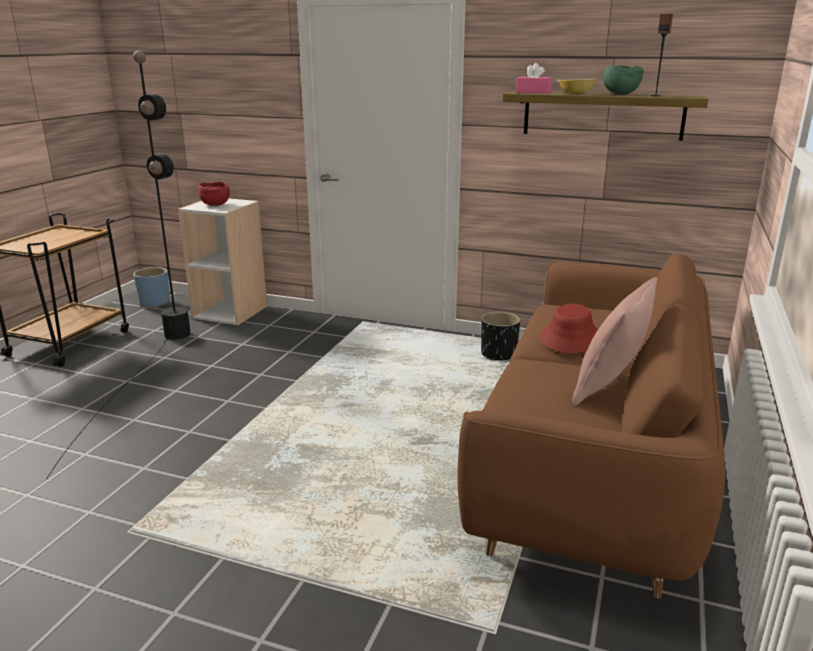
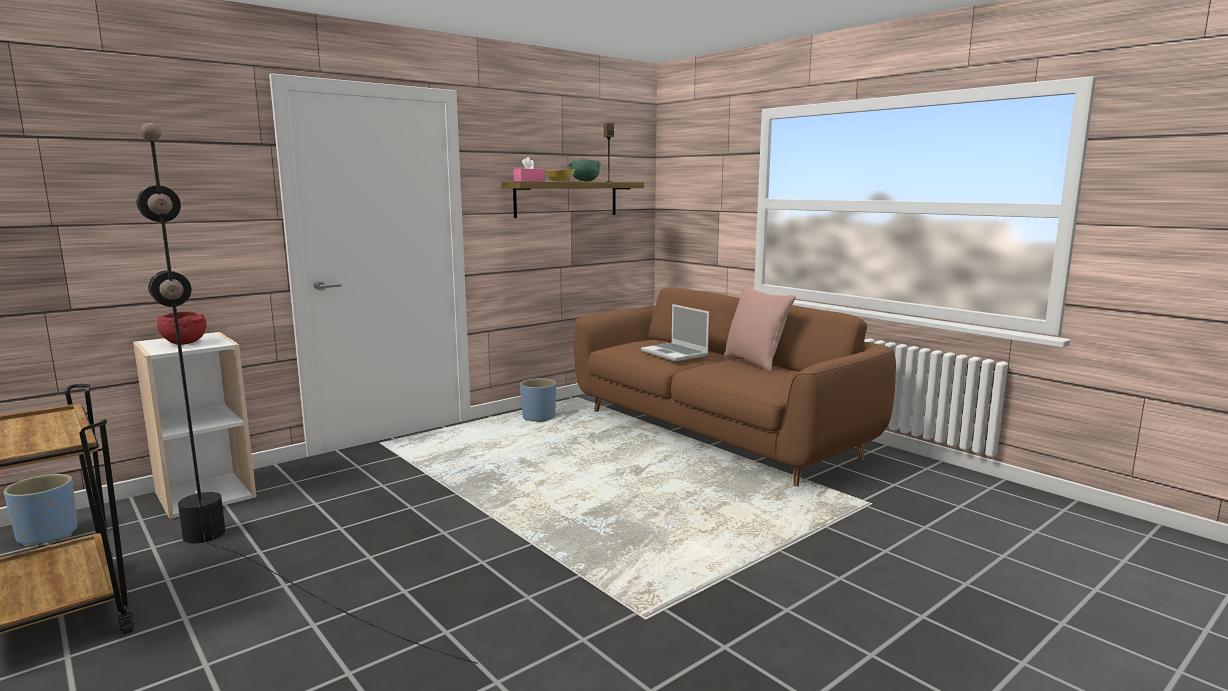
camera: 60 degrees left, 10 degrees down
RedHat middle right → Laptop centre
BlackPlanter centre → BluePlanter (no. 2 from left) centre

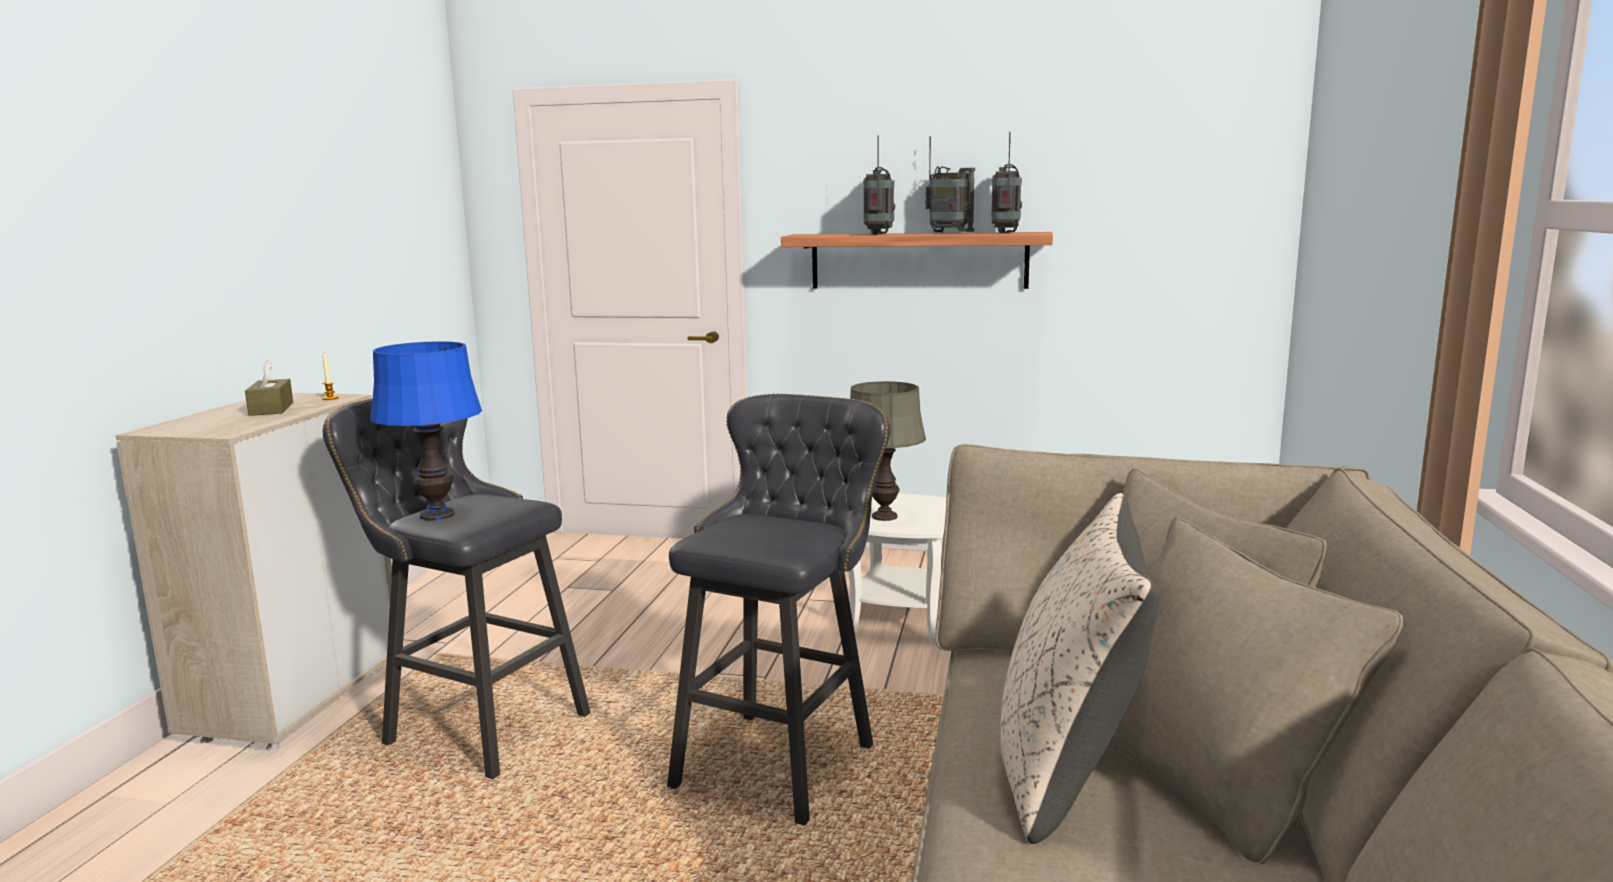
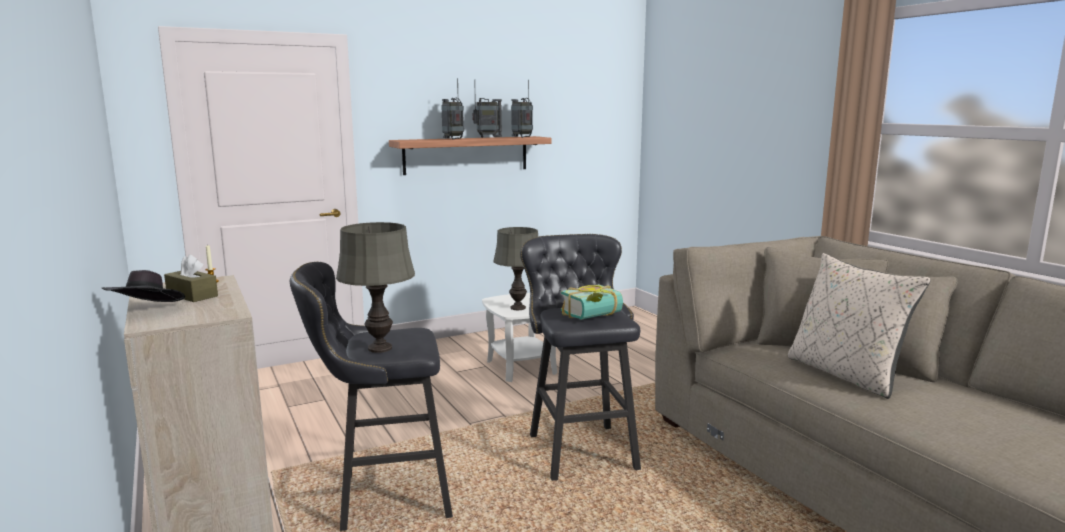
camera: 40 degrees left, 0 degrees up
- → BlackHat middle left
- → Book centre
BlueTableLamp middle left → GreyTableLamp (no. 1 from left) centre

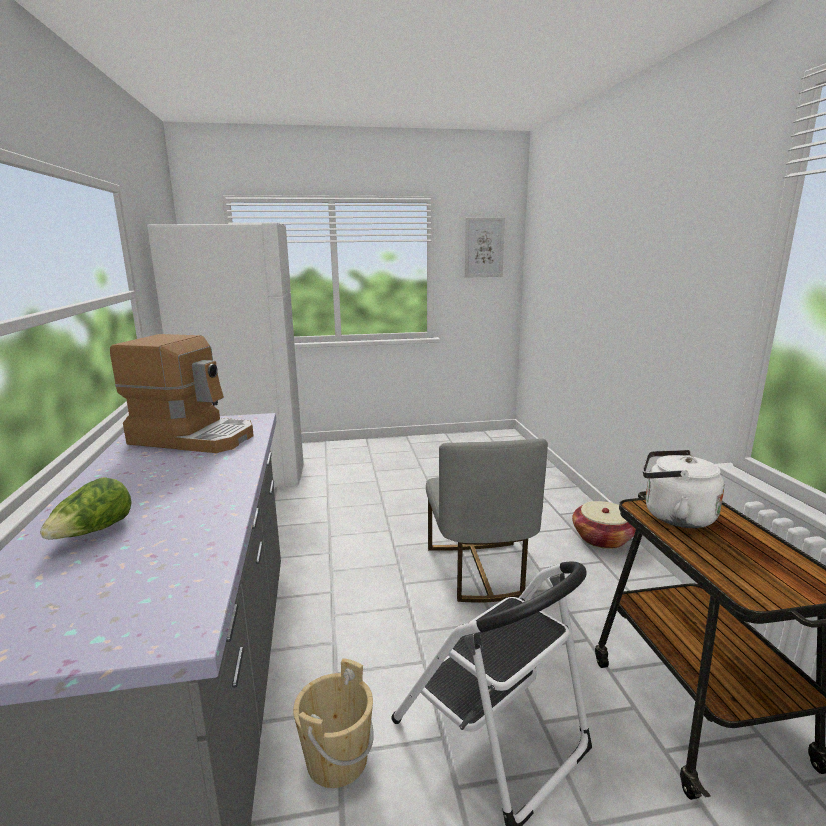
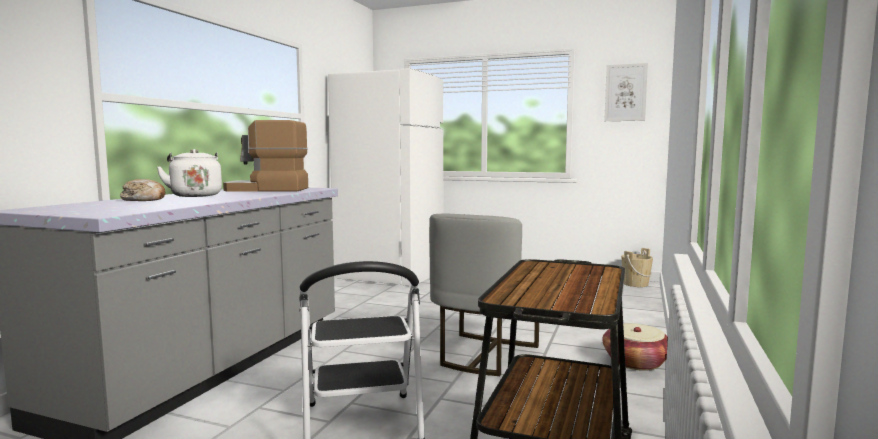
camera: 30 degrees right, 10 degrees down
BeigeBucket bottom centre → BeigeBucket middle right, relocated
WhiteKettle middle right → WhiteKettle middle left, relocated
Lettuce middle left → Bread middle left
CoffeeMachine middle left, 135 degrees clockwise

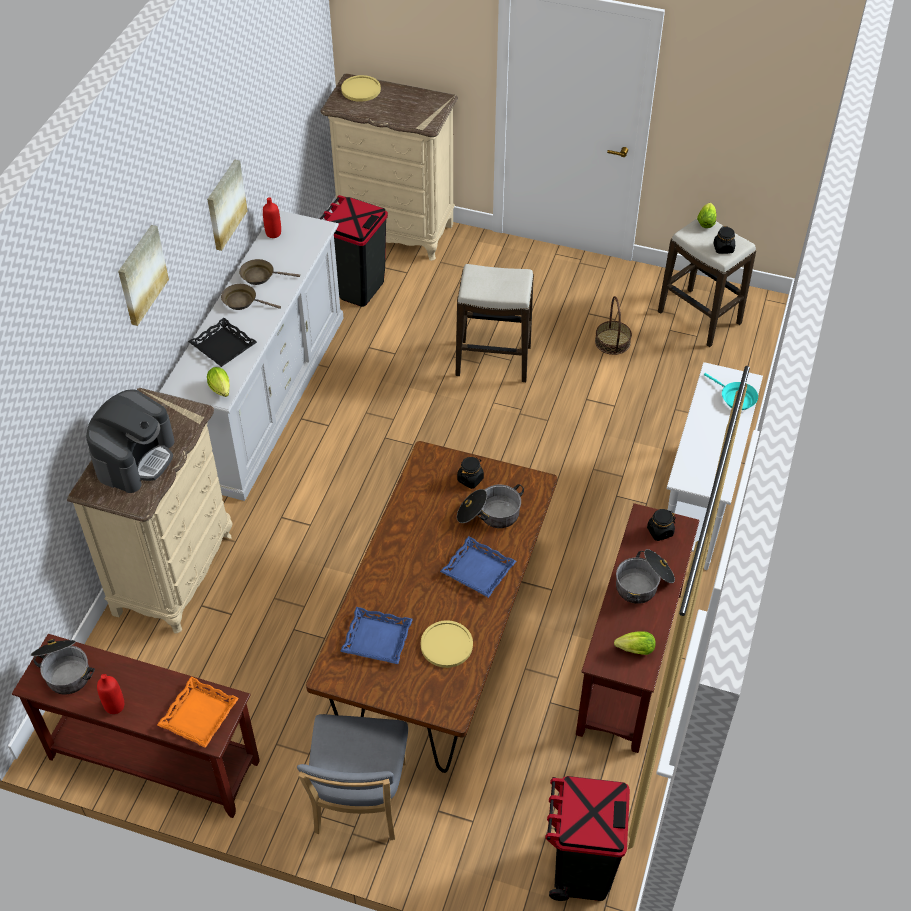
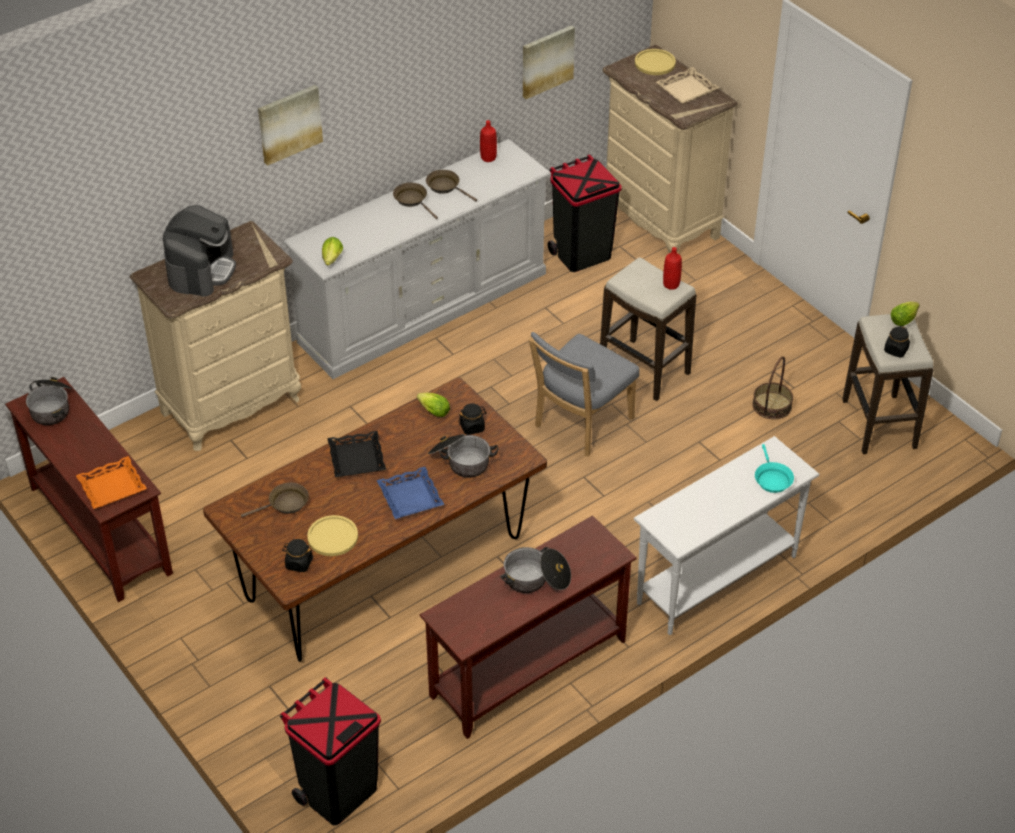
camera: 35 degrees right, 5 degrees down
- → BeigeTray top right
RedBottle (no. 1 from left in the first image) bottom left → RedBottle (no. 2 from left) top centre, relocated
BlackTray middle left → BlackTray centre, relocated
Picture (no. 2 from left) top left → Picture (no. 2 from left) top centre, relocated
GreyChair bottom centre → GreyChair centre, relocated
Lettuce (no. 2 from left) bottom right → Lettuce (no. 2 from left) centre, relocated
BlackJar (no. 2 from left in the first image) middle right → BlackJar (no. 1 from left) middle left, relocated
BlueTray (no. 1 from left) bottom centre → BrownFryingPan (no. 1 from left) middle left
CoffeeMachine middle left → CoffeeMachine top left, 45 degrees counterclockwise

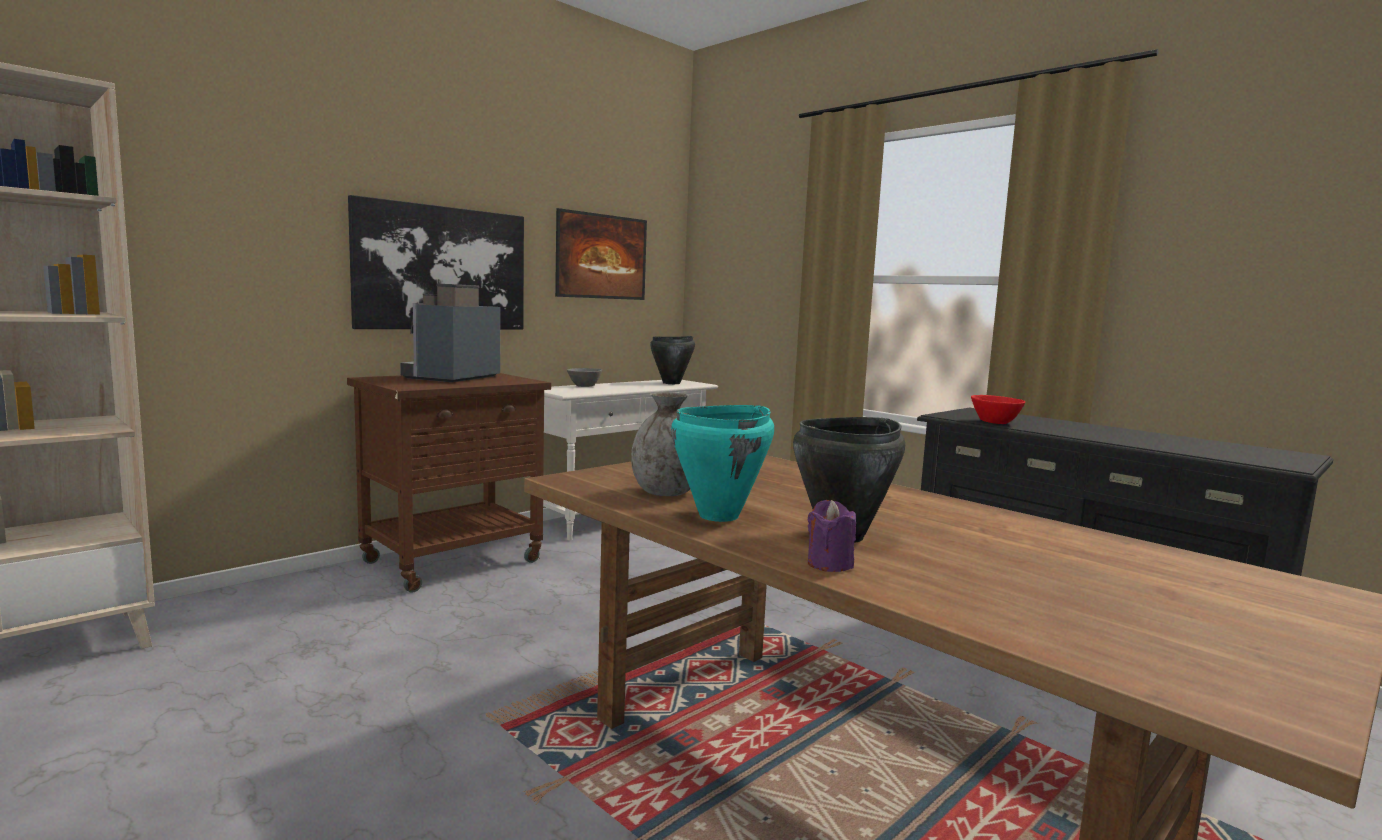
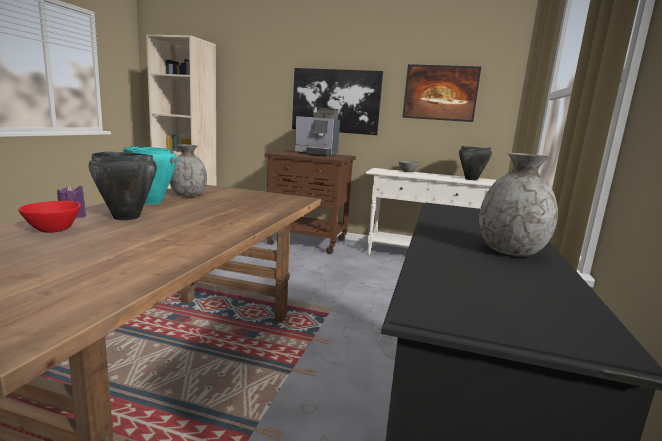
camera: 60 degrees right, 5 degrees up
- → GreyVase (no. 2 from left) middle right
RedBowl middle right → RedBowl middle left, relocated
CoffeeMachine middle left → CoffeeMachine top centre, 150 degrees counterclockwise

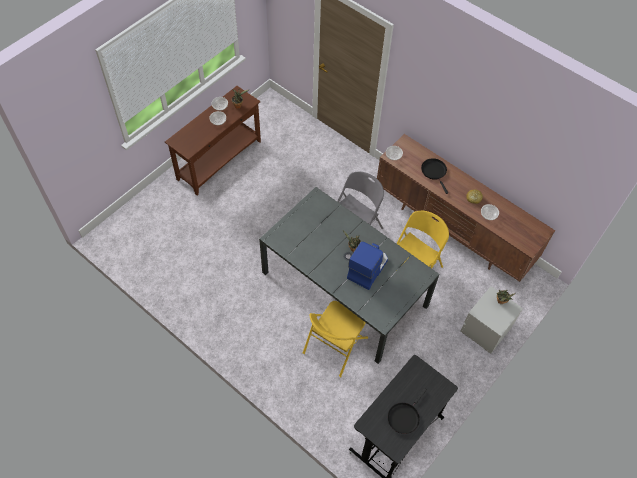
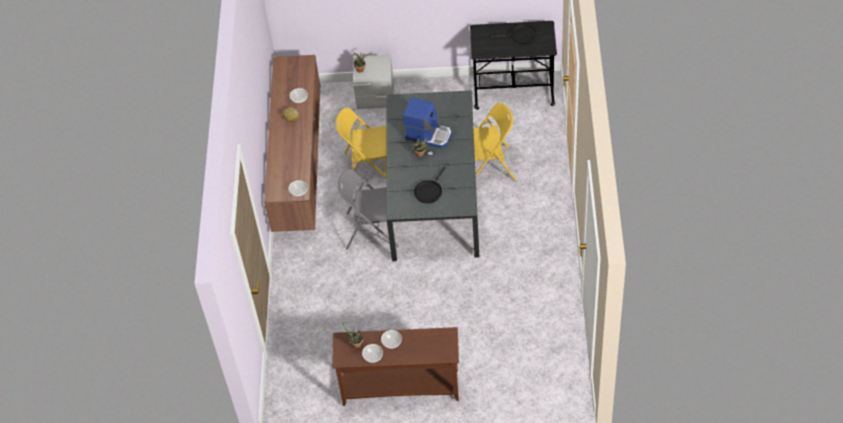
camera: 125 degrees left, 5 degrees down
BlackFryingPan (no. 2 from left in the first image) middle right → BlackFryingPan (no. 1 from left) centre, relocated
CoffeeMachine centre → CoffeeMachine top centre, 150 degrees counterclockwise

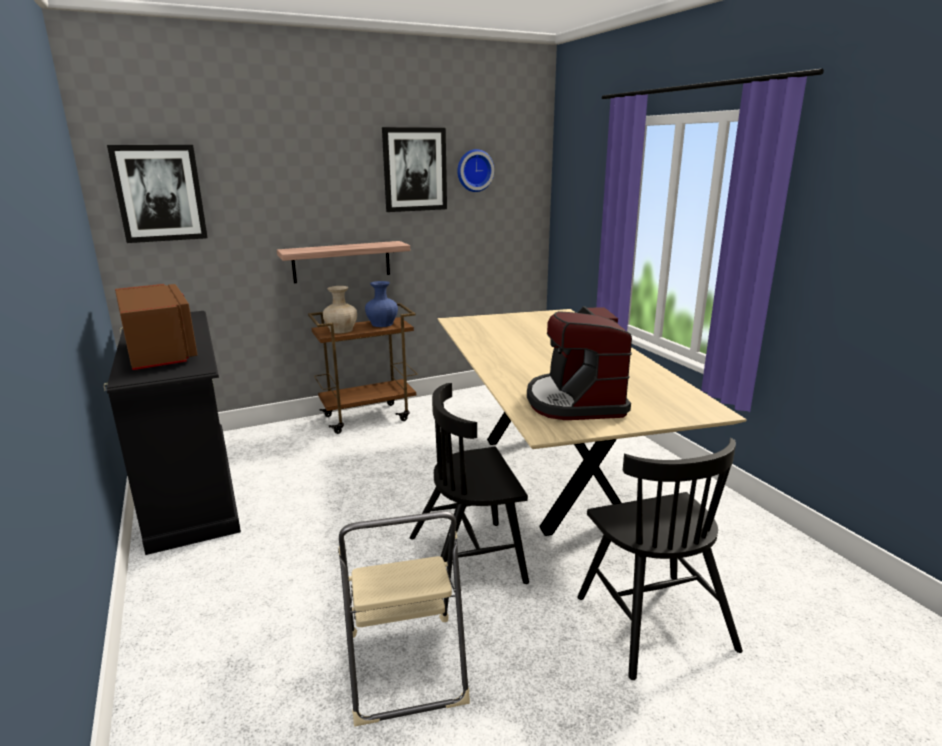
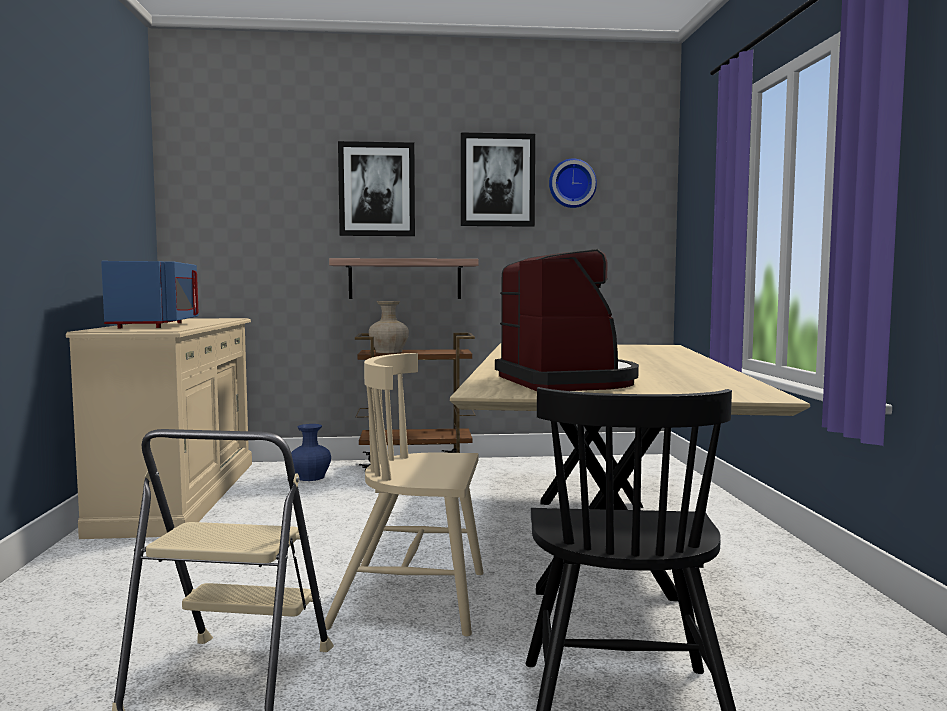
camera: 20 degrees right, 15 degrees down
Picture (no. 1 from left) top left → Picture (no. 1 from left) top centre, relocated
BlueVase centre → BlueVase middle left, relocated
BlackCabinet middle left → BeigeCabinet middle left
BrownMicrowave middle left → BlueMicrowave middle left
BlackChair (no. 1 from left) centre → BeigeChair bottom centre
CoffeeMachine centre, 150 degrees clockwise

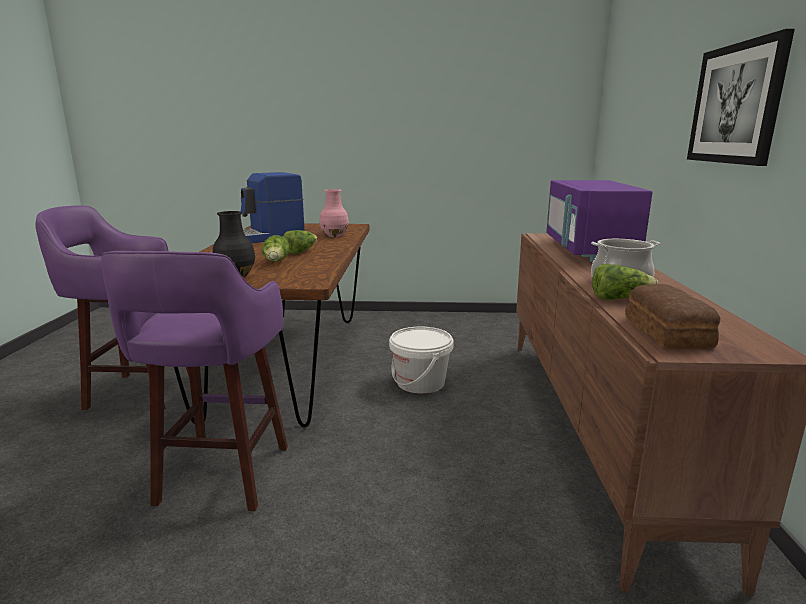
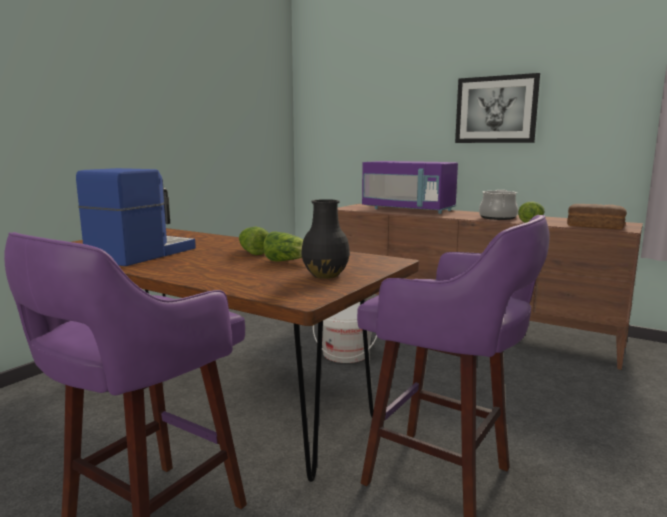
camera: 60 degrees left, 5 degrees down
PinkVase centre → -
CoffeeMachine centre → CoffeeMachine middle left, 150 degrees counterclockwise

